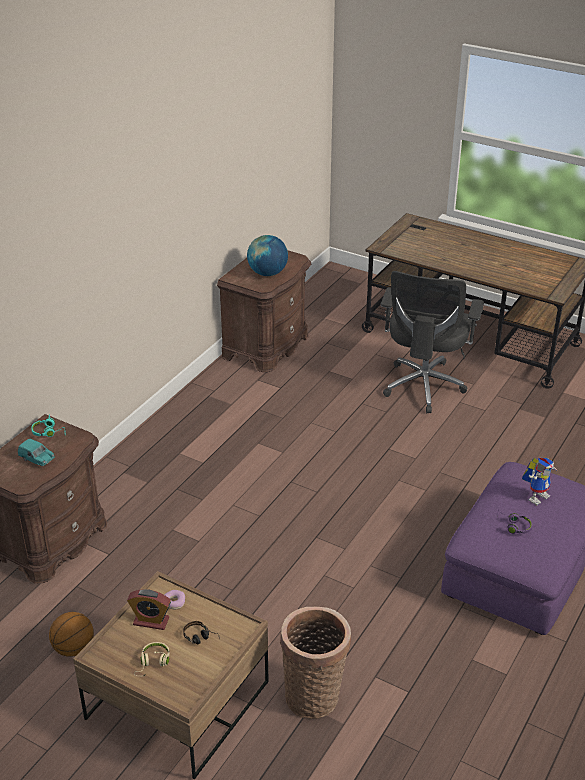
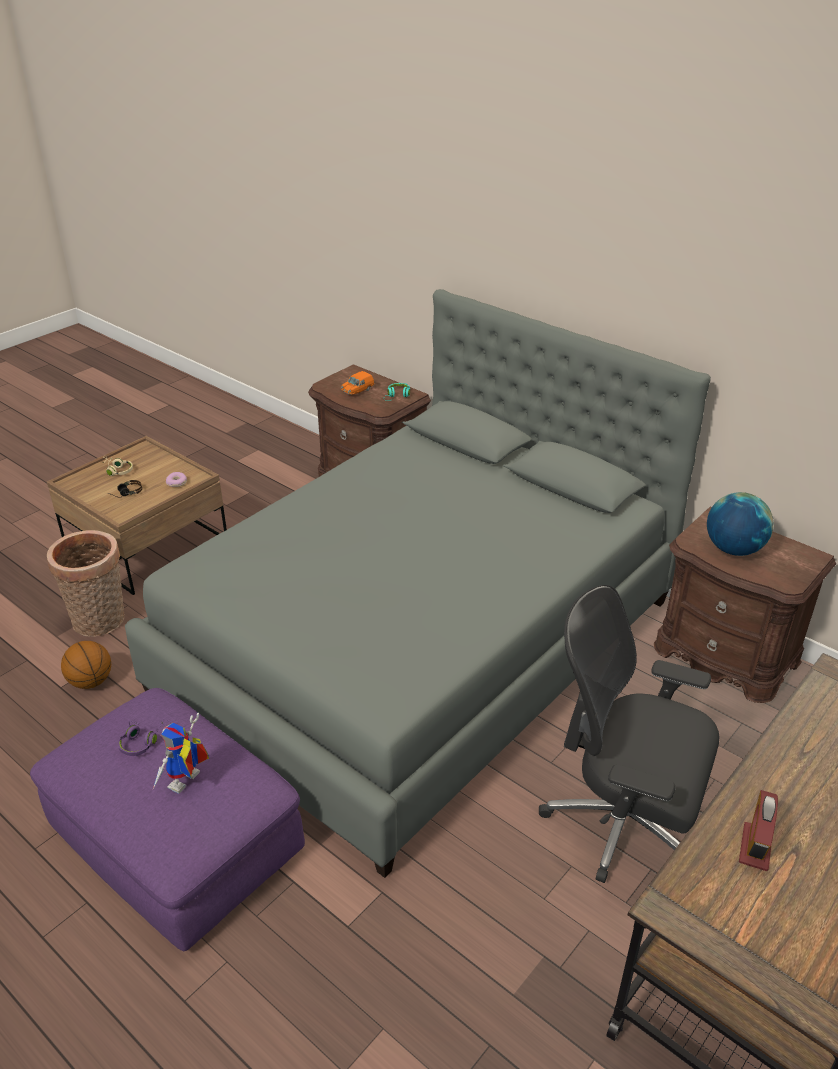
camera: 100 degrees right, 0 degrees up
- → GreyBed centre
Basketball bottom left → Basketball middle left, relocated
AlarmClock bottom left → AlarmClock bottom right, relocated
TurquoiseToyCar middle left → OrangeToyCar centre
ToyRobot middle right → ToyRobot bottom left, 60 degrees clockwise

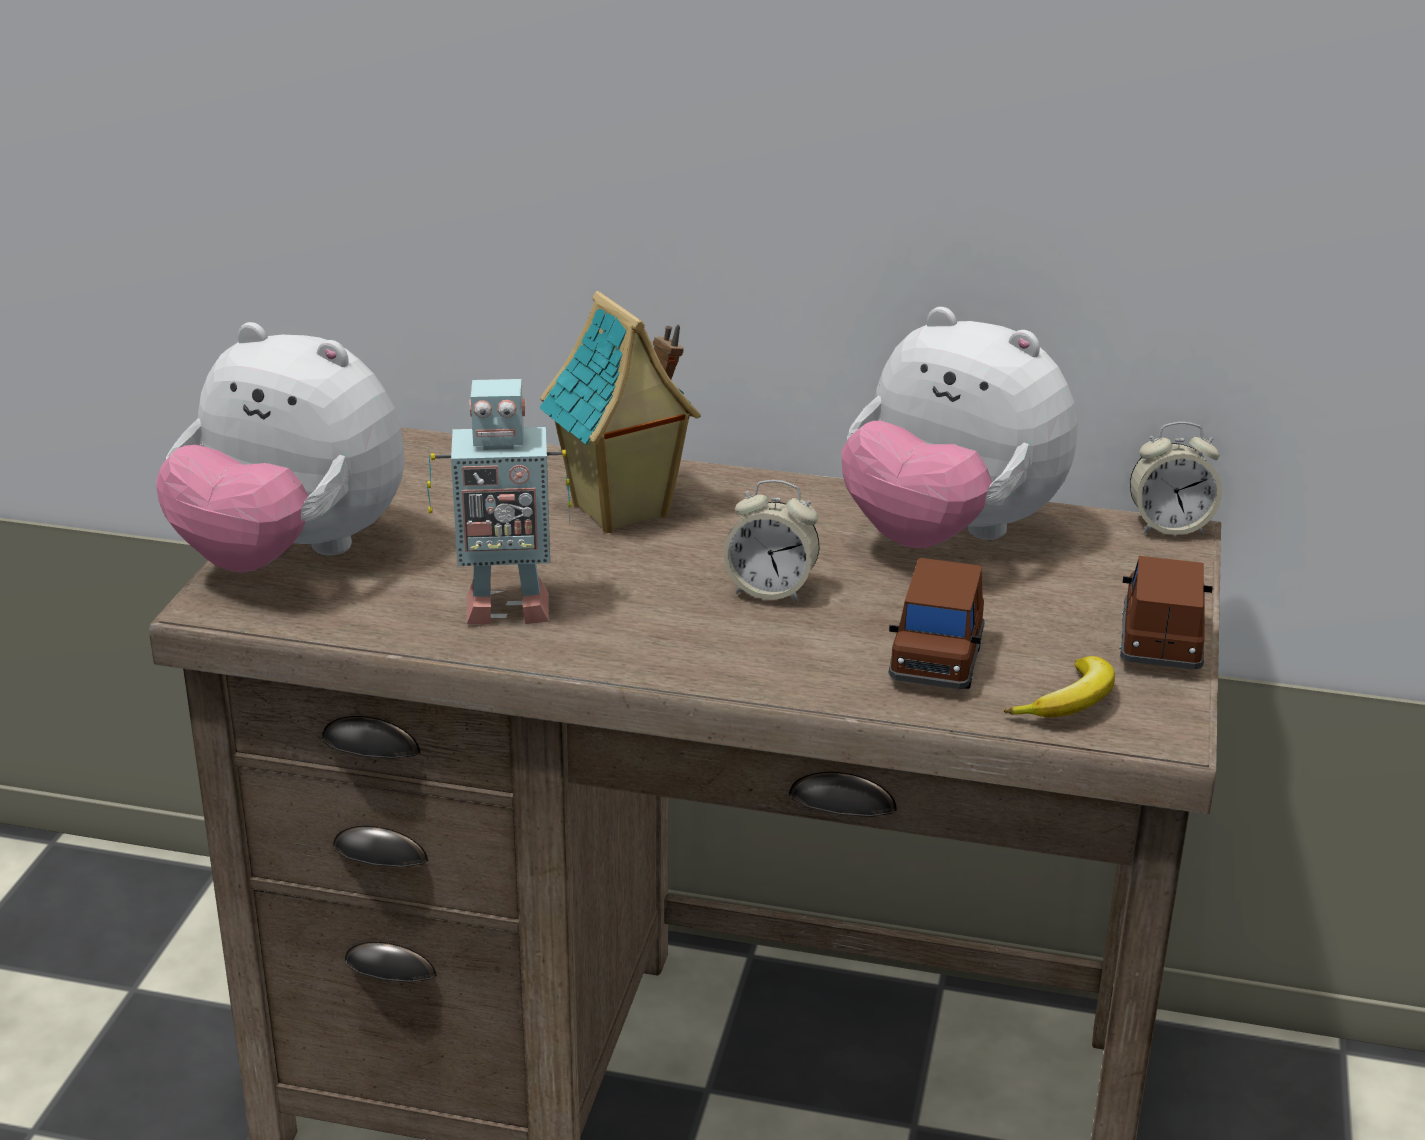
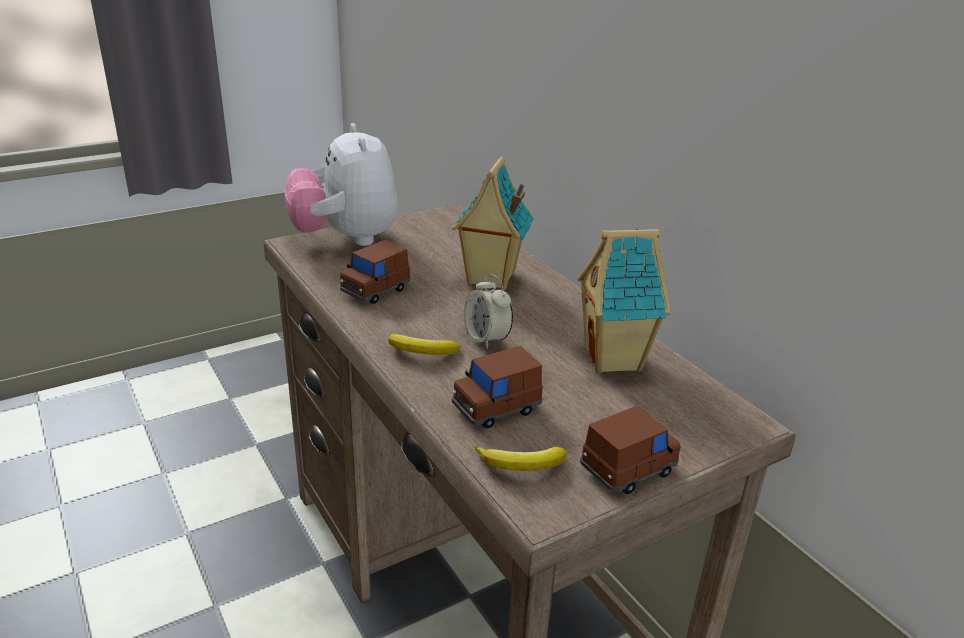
camera: 45 degrees right, 0 degrees up
AlarmClock (no. 2 from left) middle right → -
- → Banana (no. 1 from left) centre
ToyRobot centre → BrownToyCar (no. 1 from left) centre
PlushToy (no. 2 from left) middle right → ToyHouse (no. 2 from left) centre

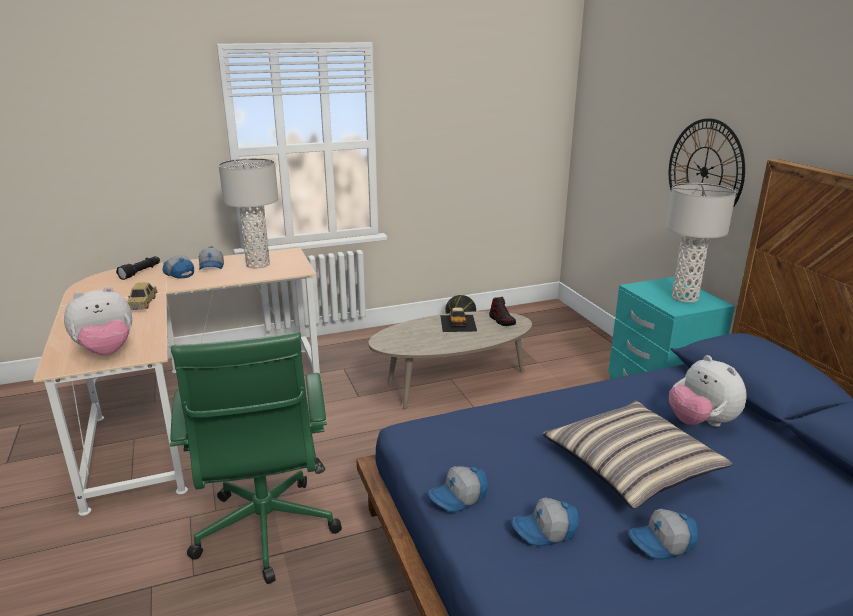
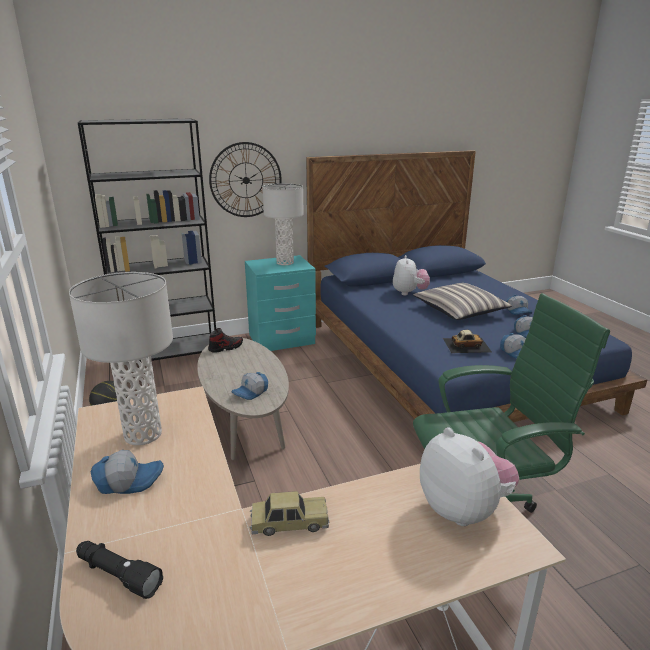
camera: 90 degrees left, 0 degrees up
- → GreyBookcase middle left
Cap (no. 1 from left in the first image) middle left → Cap (no. 2 from left) centre, relocated
ToyCar (no. 2 from left) centre → ToyCar (no. 2 from left) middle right, relocated
PlushToy (no. 2 from left in the first image) middle right → PlushToy (no. 1 from left) centre, 60 degrees counterclockwise

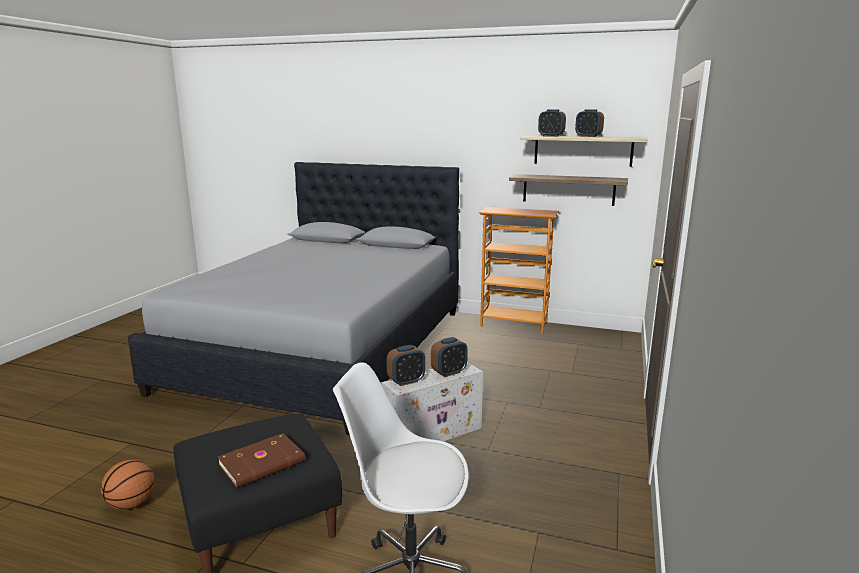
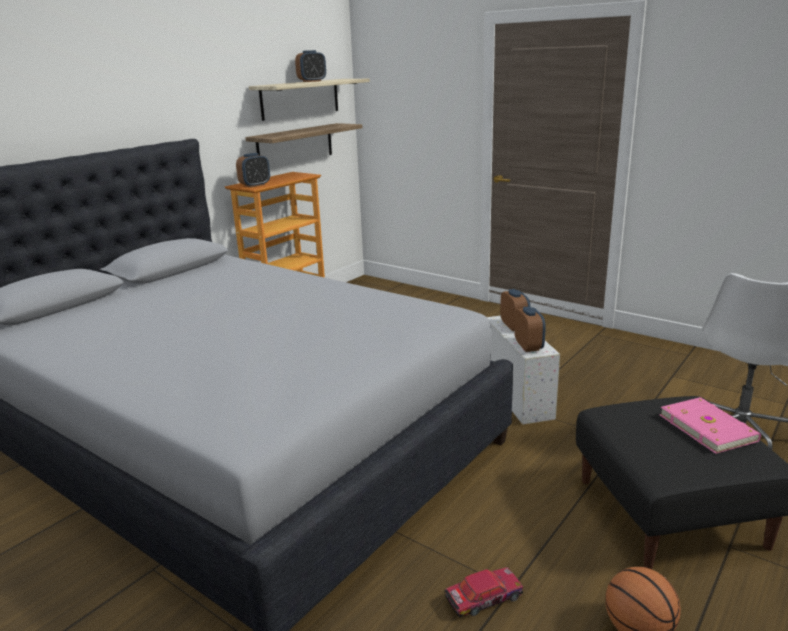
camera: 70 degrees left, 5 degrees up
- → ToyCar bottom centre
AlarmClock (no. 3 from left in the first image) top centre → AlarmClock (no. 1 from left) top left, relocated
BrownBook bottom left → PinkBook bottom right

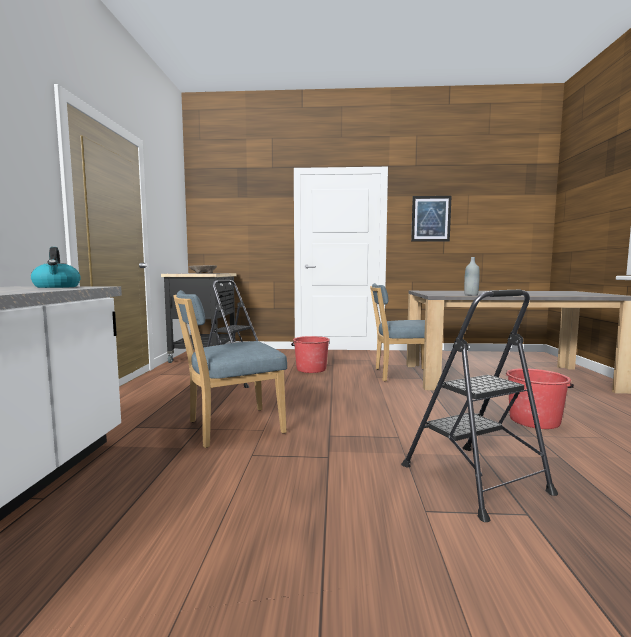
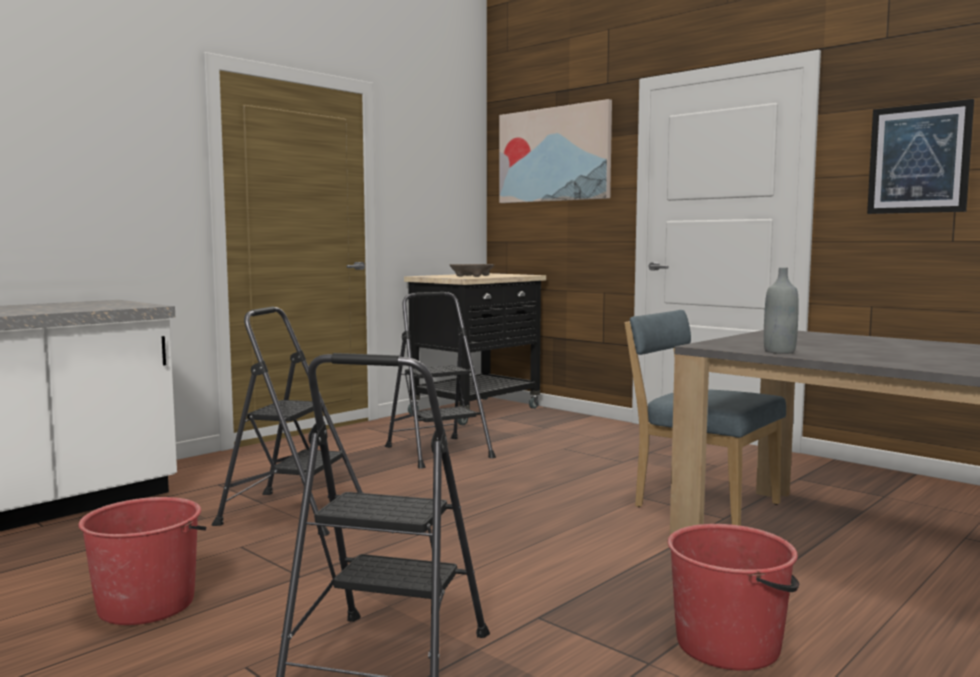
camera: 40 degrees right, 0 degrees up
Kettle middle left → -
- → Picture (no. 1 from left) top centre
RedBucket (no. 1 from left) centre → RedBucket (no. 1 from left) bottom left, relocated
BlueChair (no. 1 from left) centre → BlackStepLadder (no. 1 from left) middle left

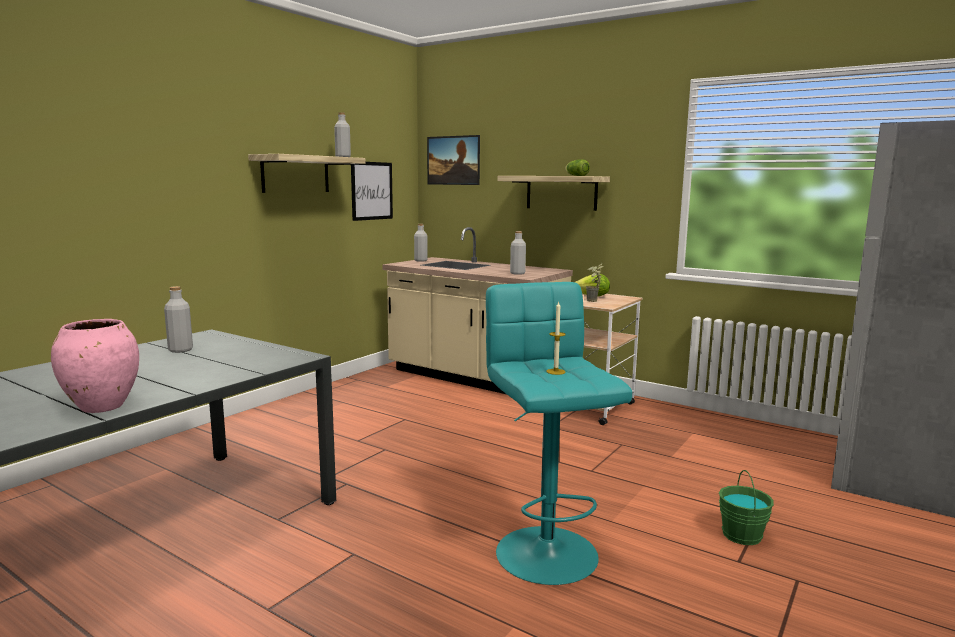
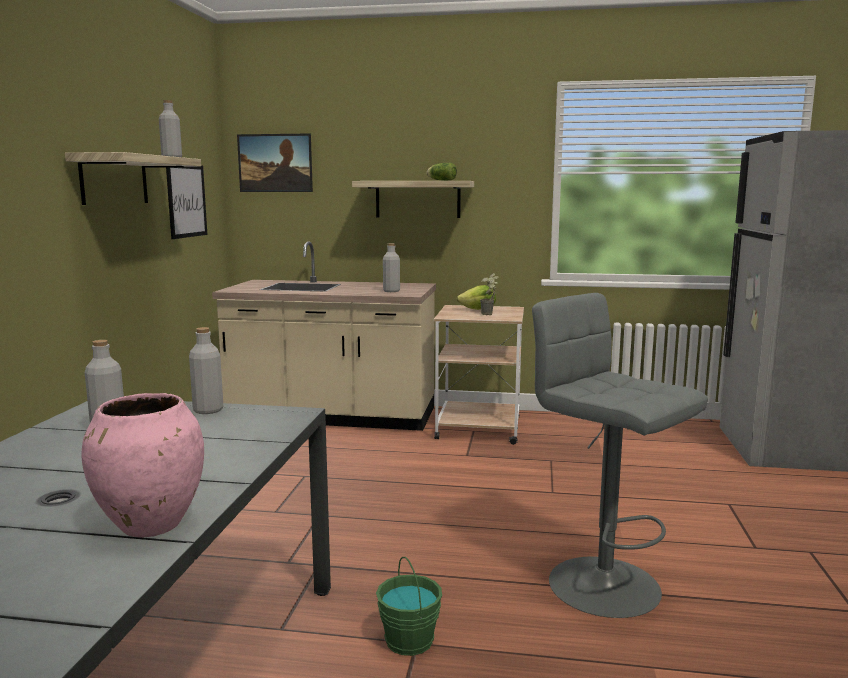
camera: 25 degrees left, 0 degrees up
Candle centre → -
GreyBottle (no. 3 from left) centre → GreyBottle (no. 3 from left) middle left, relocated
GreenBucket bottom right → GreenBucket bottom centre, relocated
TurquoiseStool bottom centre → GreyStool bottom right

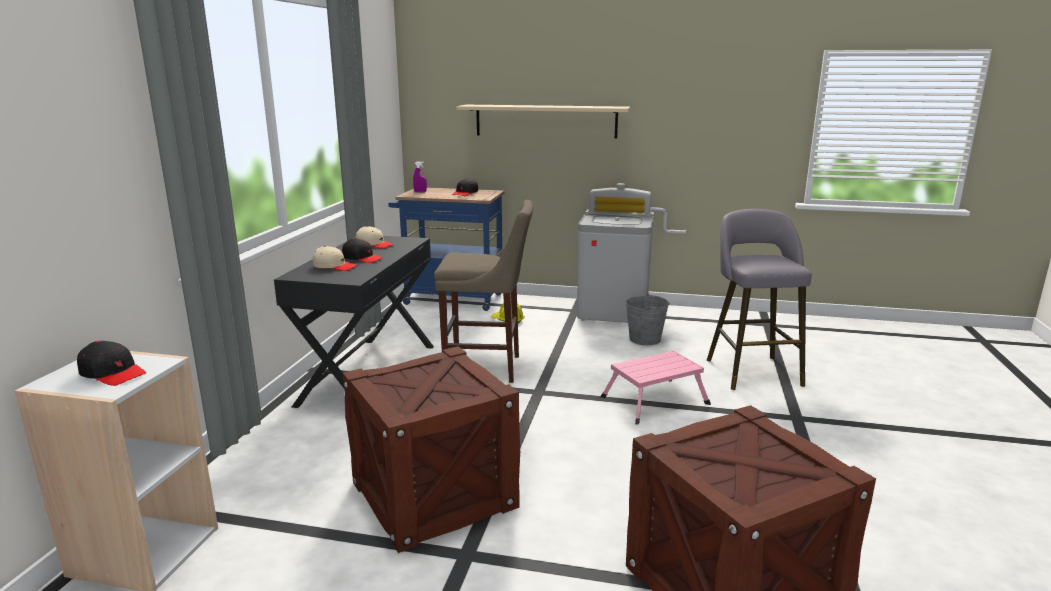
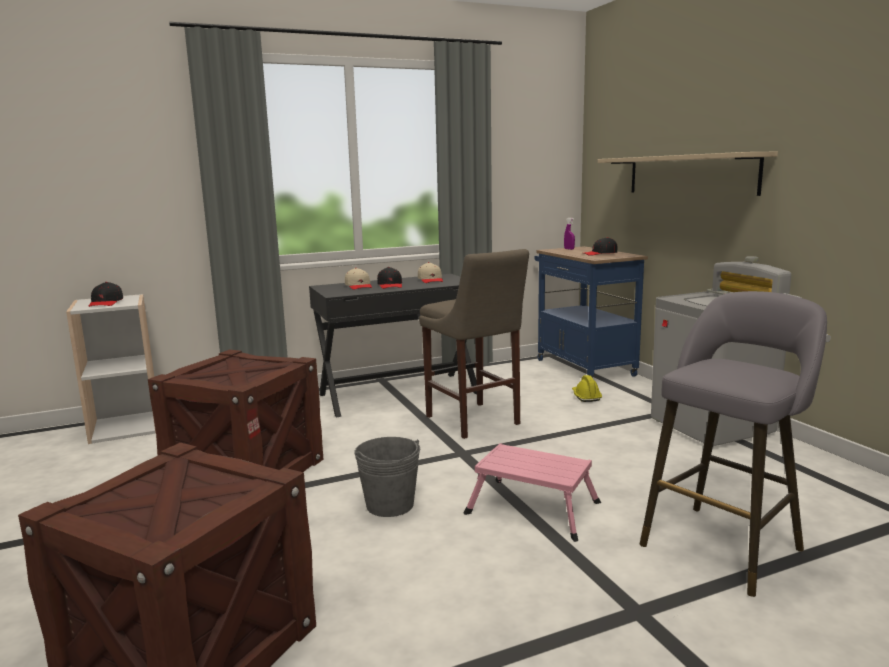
camera: 55 degrees right, 5 degrees down
GreyBucket centre → GreyBucket bottom centre, relocated

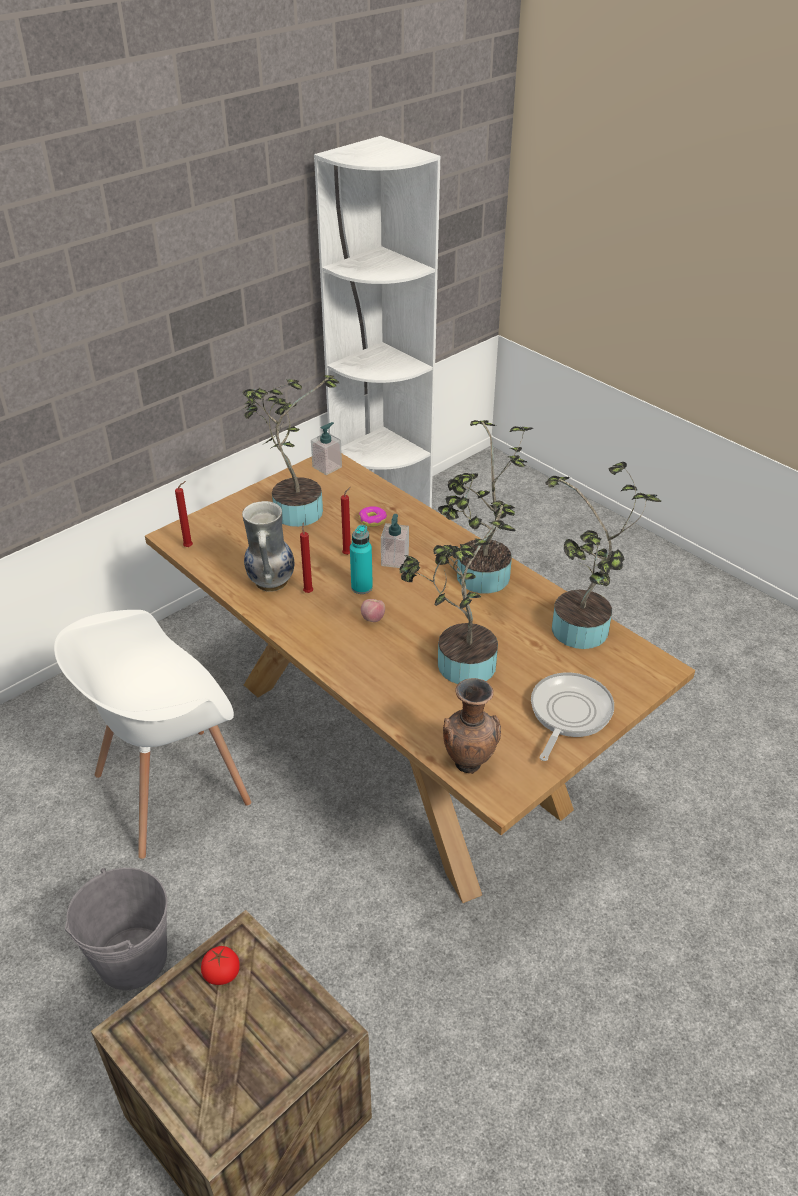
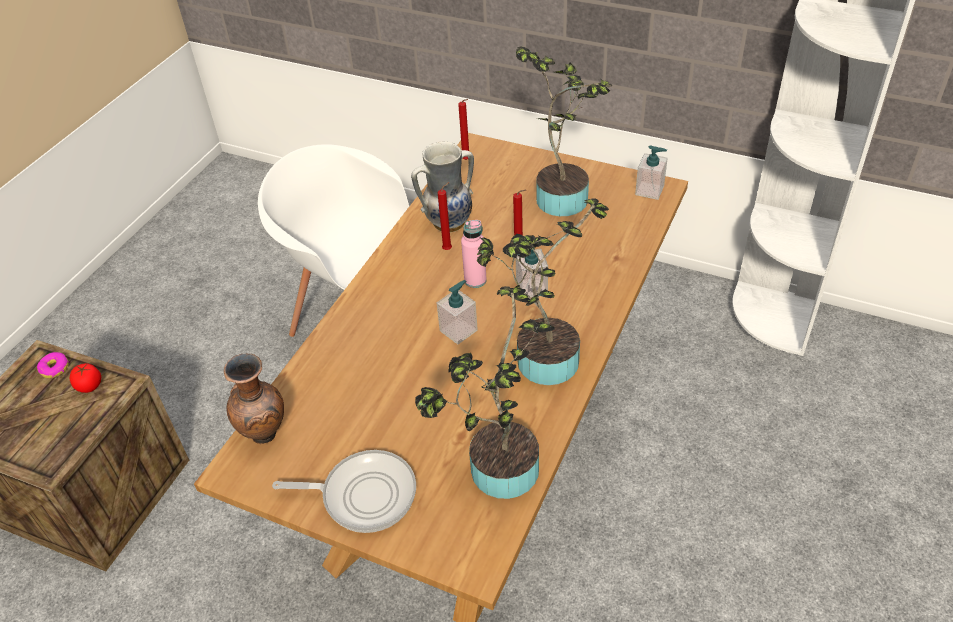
camera: 70 degrees right, 5 degrees up
GreyBucket bottom left → -
Apple centre → -
PottedPlant (no. 2 from left) centre → -
- → SoapDispenser (no. 1 from left) centre
Donut centre → Donut middle left, relocated
TurquoiseBottle centre → PinkBottle centre

